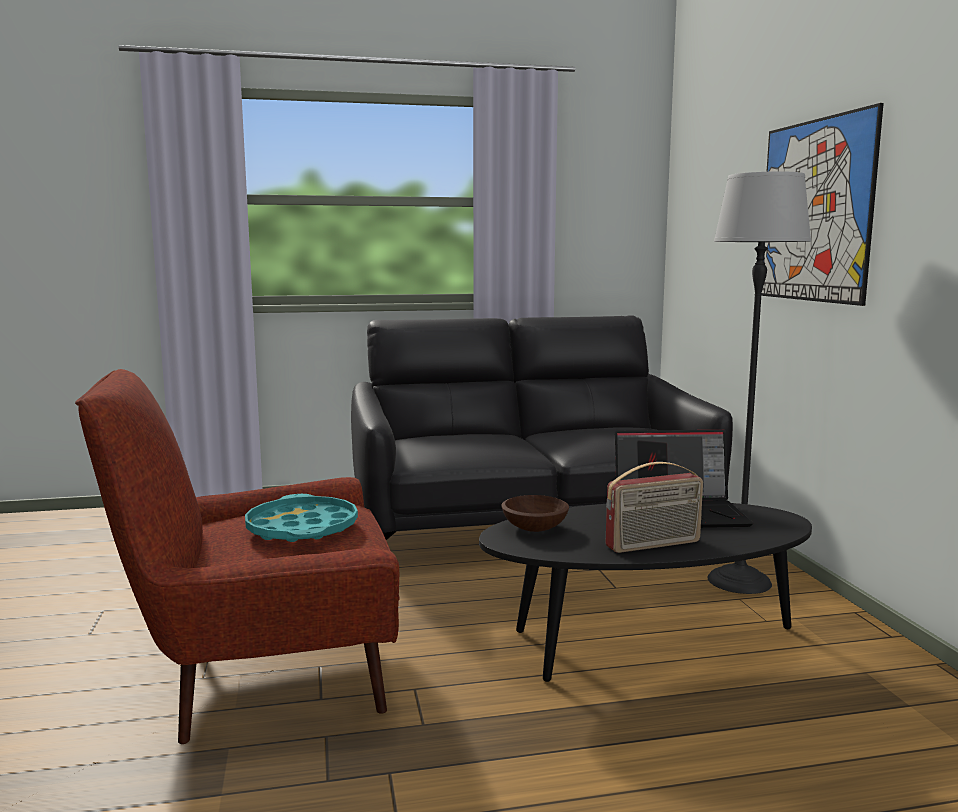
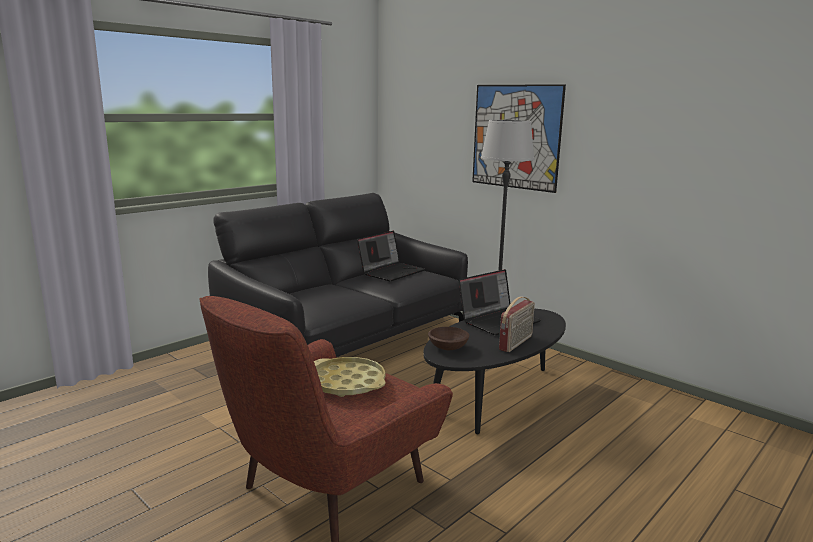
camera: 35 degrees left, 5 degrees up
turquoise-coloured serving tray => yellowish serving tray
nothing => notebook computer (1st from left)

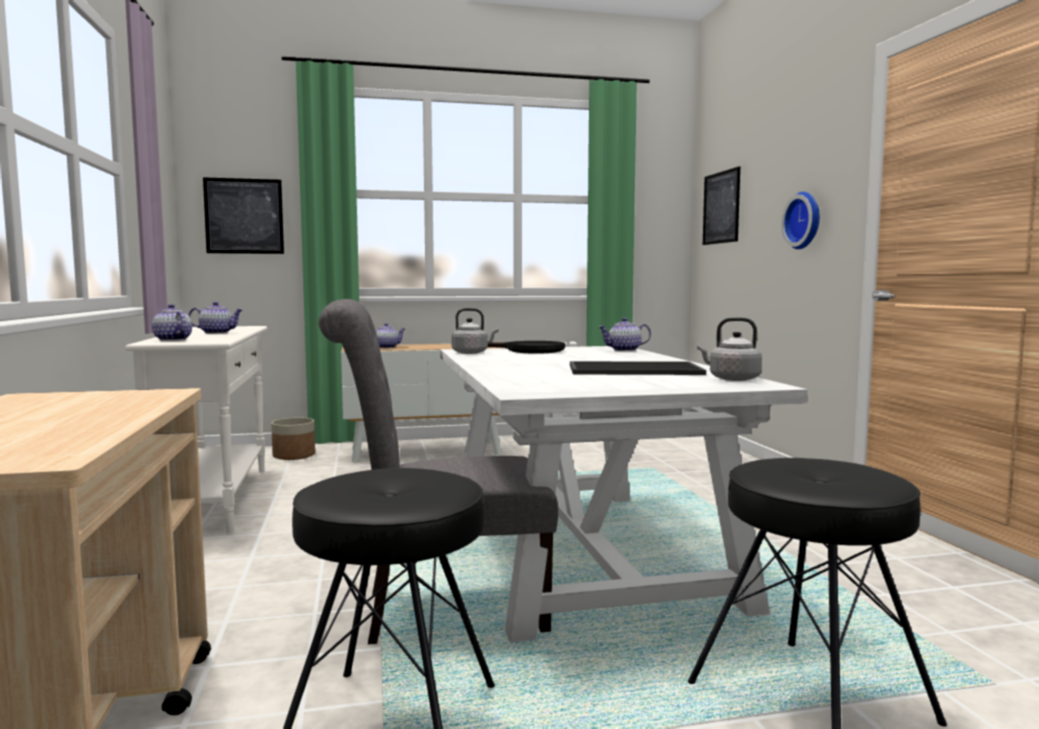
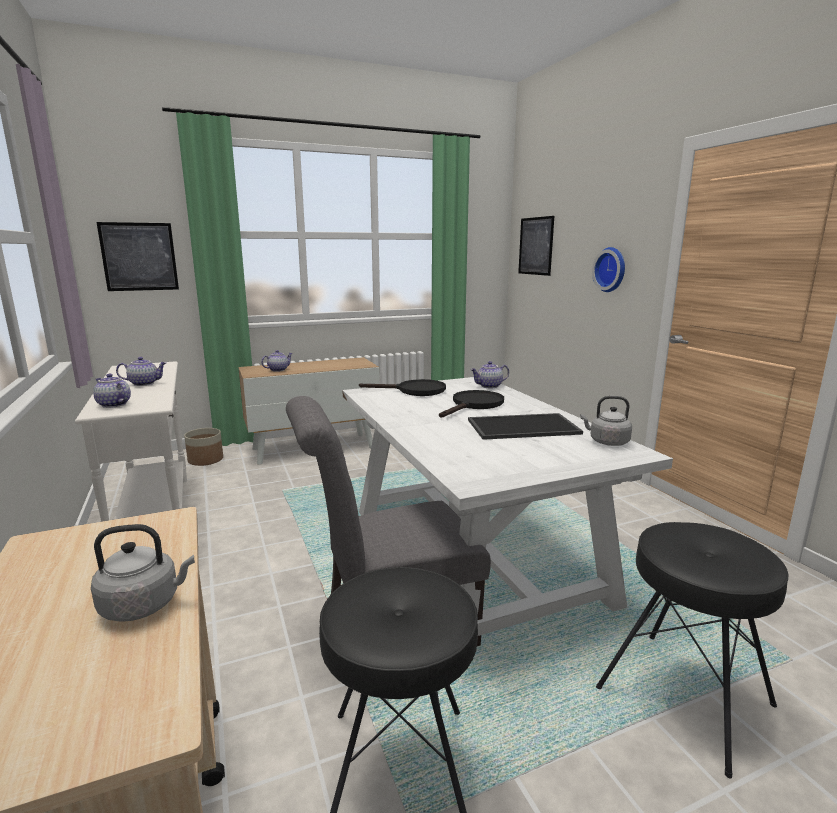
camera: 10 degrees left, 10 degrees up
greyish tea kettle (1st from left), move
nothing => blackish skillet (2nd from left)

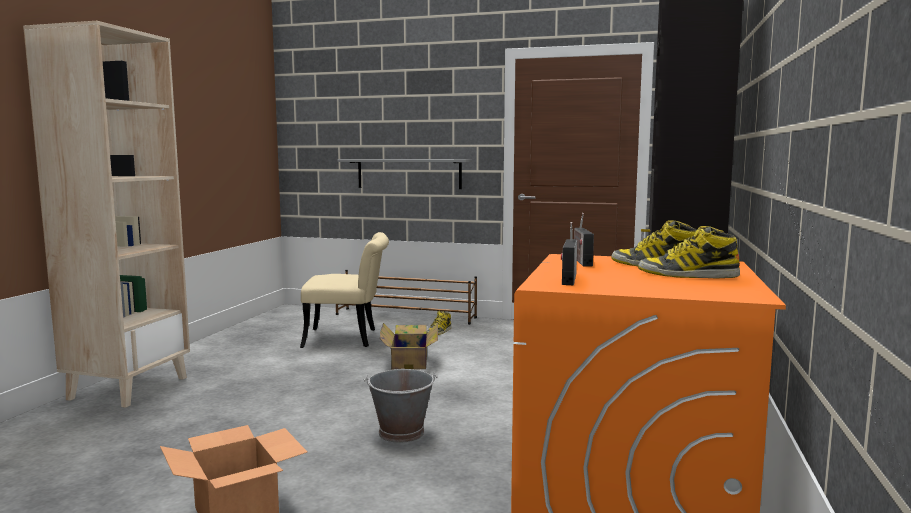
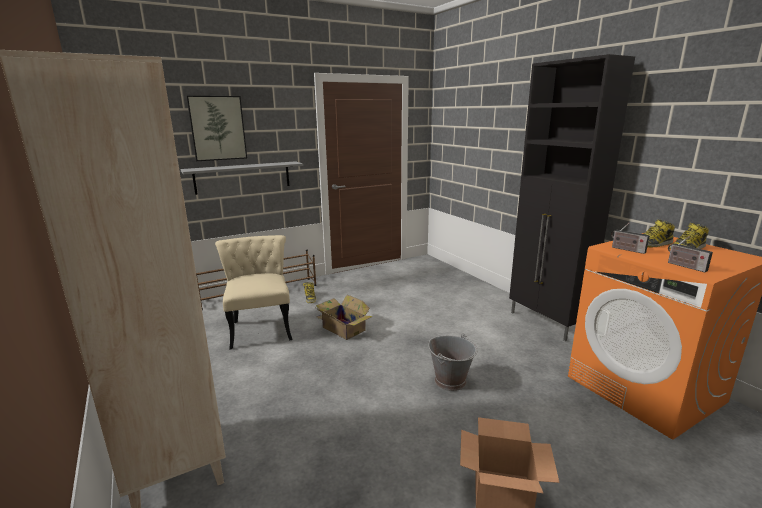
camera: 45 degrees left, 10 degrees up
beige-coloured upright chair, 60 degrees counterclockwise
nothing => picture

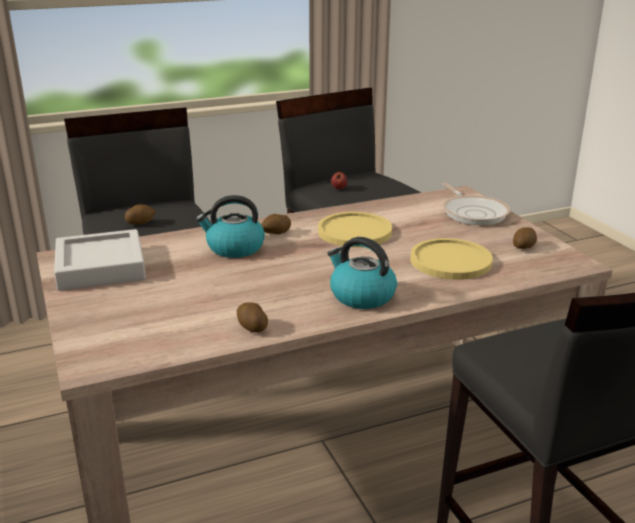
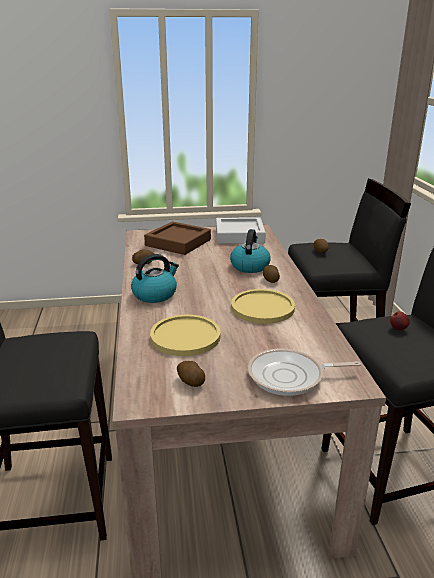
camera: 105 degrees right, 0 degrees up
nothing => brownish serving tray

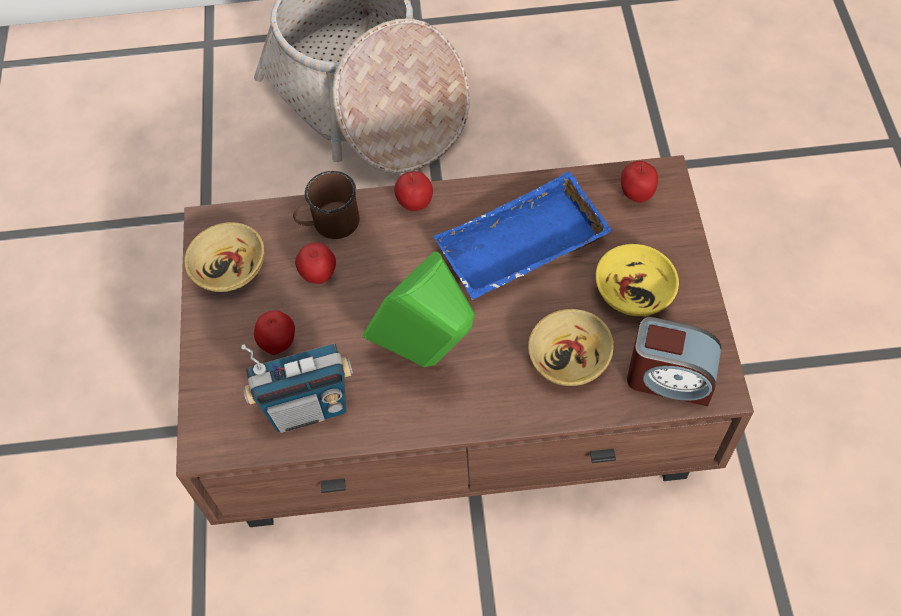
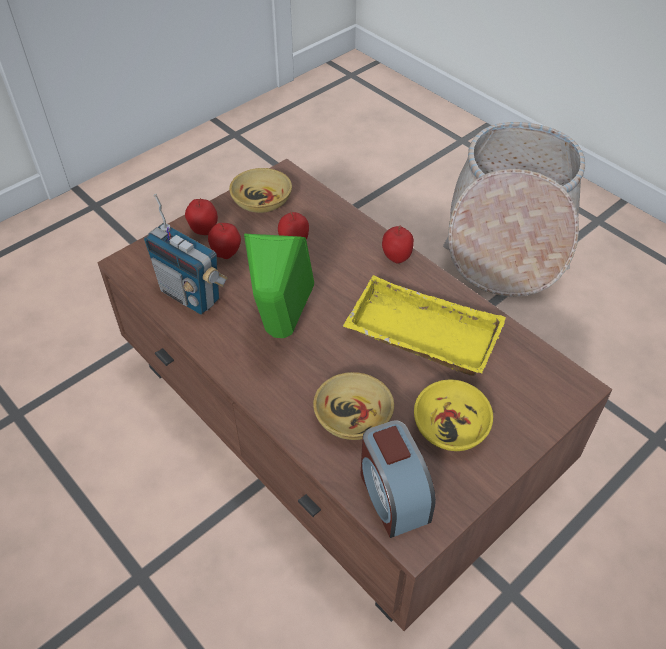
camera: 50 degrees right, 10 degrees down
brownish tea mug => nothing
blue-coloured serving tray => yellowish serving tray
apple (4th from left in the first image) => apple (1st from left), move

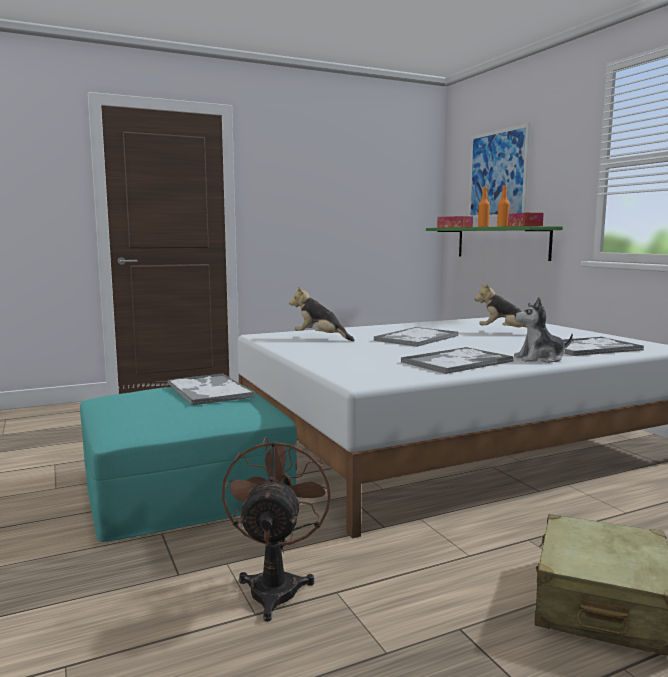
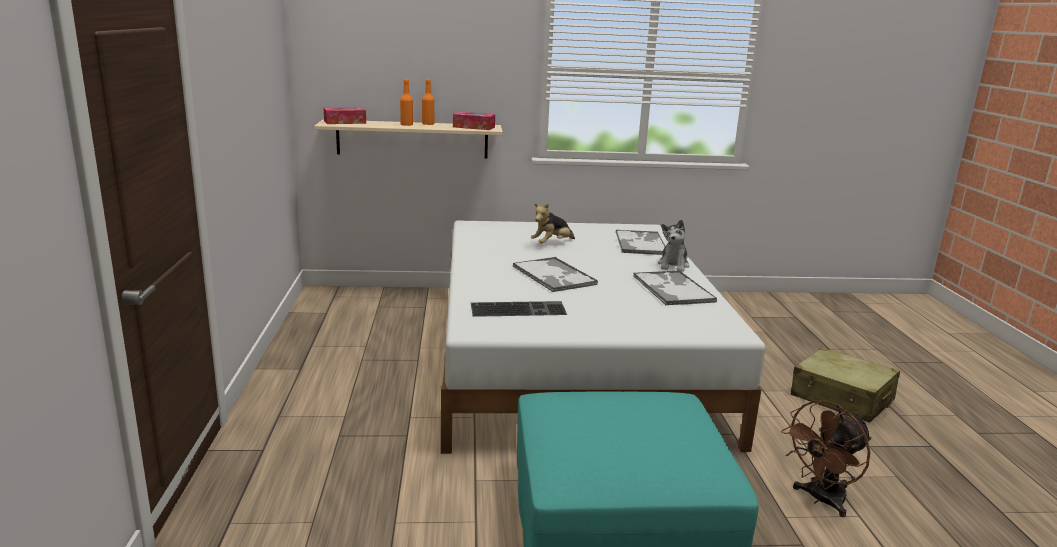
camera: 70 degrees left, 10 degrees up
serving tray (1st from left) => nothing
brownish fan, 60 degrees counterclockwise
soft toy (1st from left) => computer keyboard
green shelf => beige-coloured shelf
picture => nothing

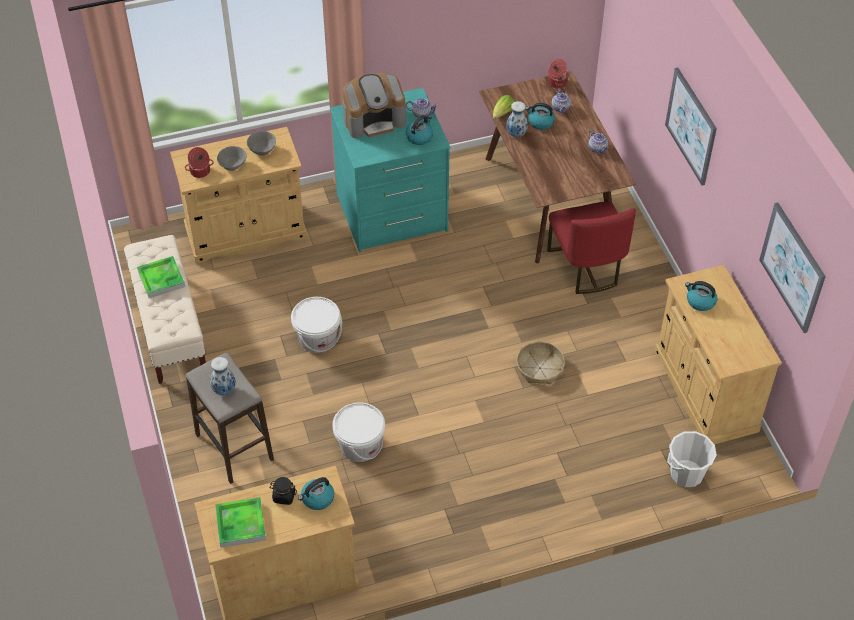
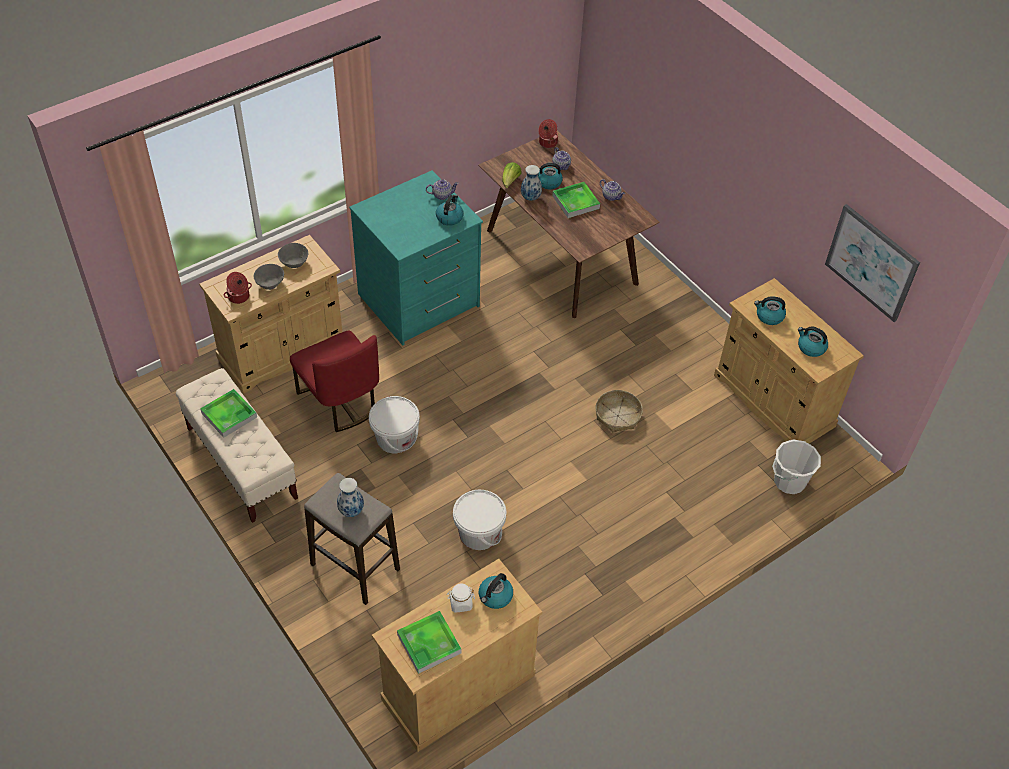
camera: 20 degrees left, 0 degrees up
blackish storage jar => white-coloured storage jar
coffee brewer => nothing
red-coloured upright chair, move
picture (1st from left) => nothing
nothing => serving tray (3rd from left)
nothing => tea kettle (5th from left)

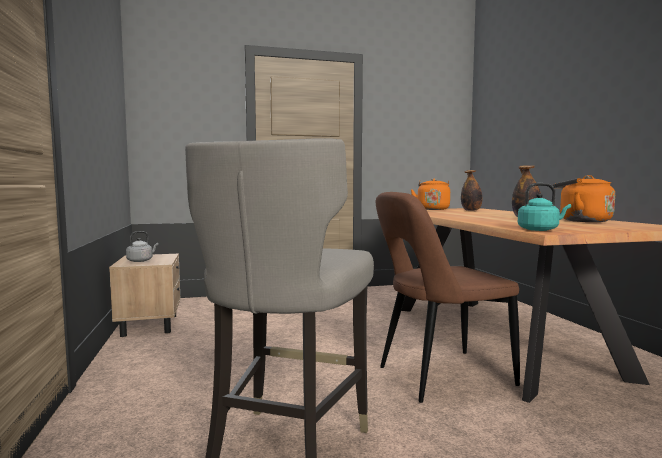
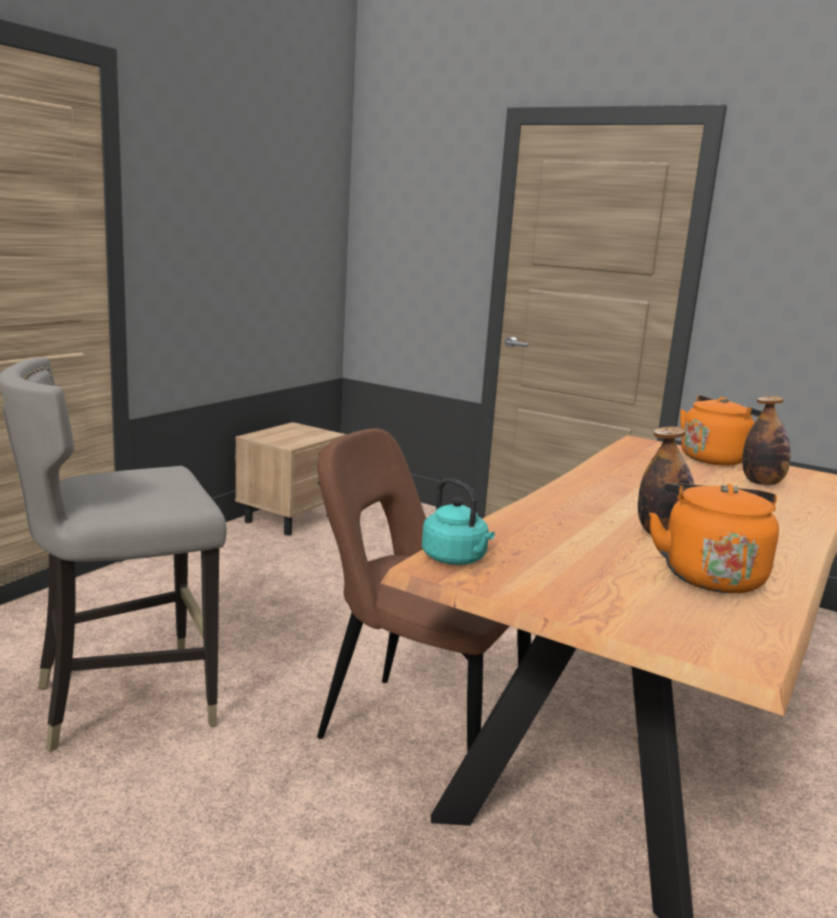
camera: 45 degrees right, 10 degrees up
greyish tea kettle => nothing

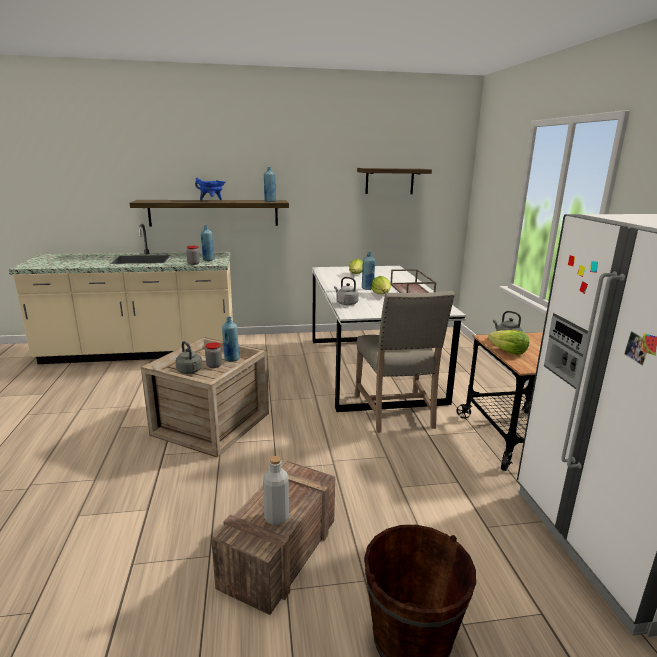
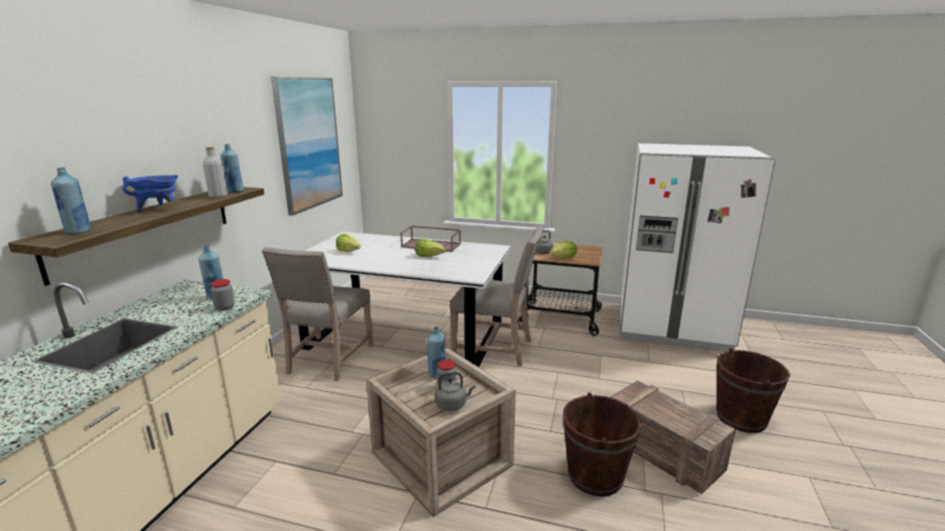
camera: 65 degrees left, 0 degrees up
greyish beverage bottle, move
greyish tea kettle (2nd from left) => nothing
shelf (2nd from left) => picture
blue-coloured beverage bottle (4th from left in the first image) => blue-coloured beverage bottle (1st from left), move
nothing => beige-coloured upright chair (1st from left)
nothing => brownish water bucket (1st from left)

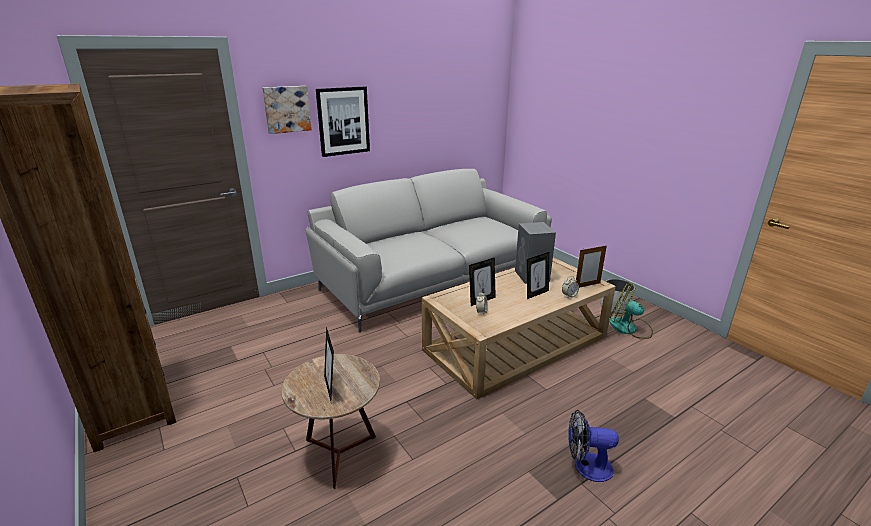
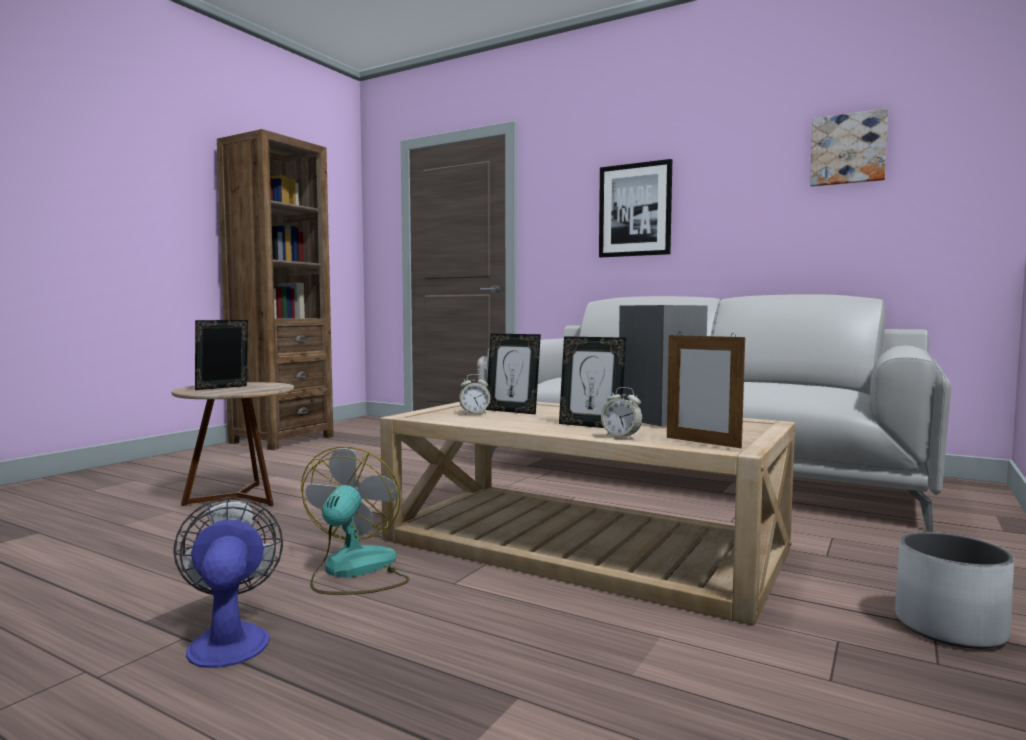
camera: 65 degrees right, 20 degrees down
picture (1st from left in the first image) => picture (2nd from left), move
fan (2nd from left), move

